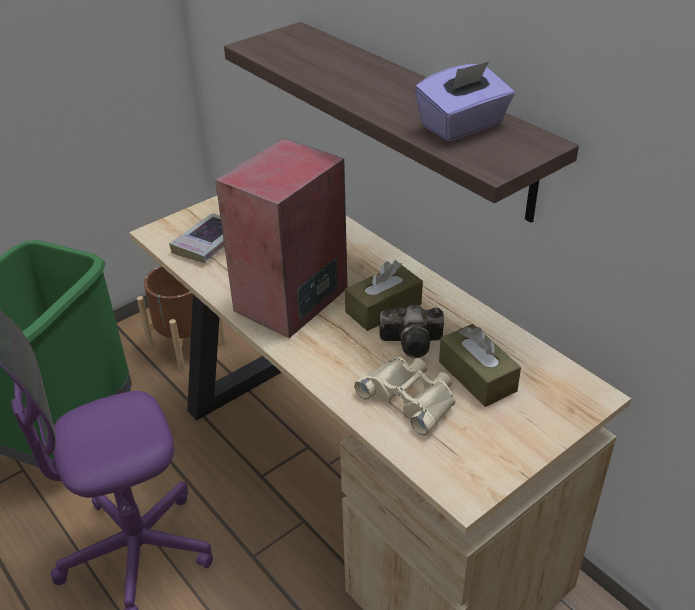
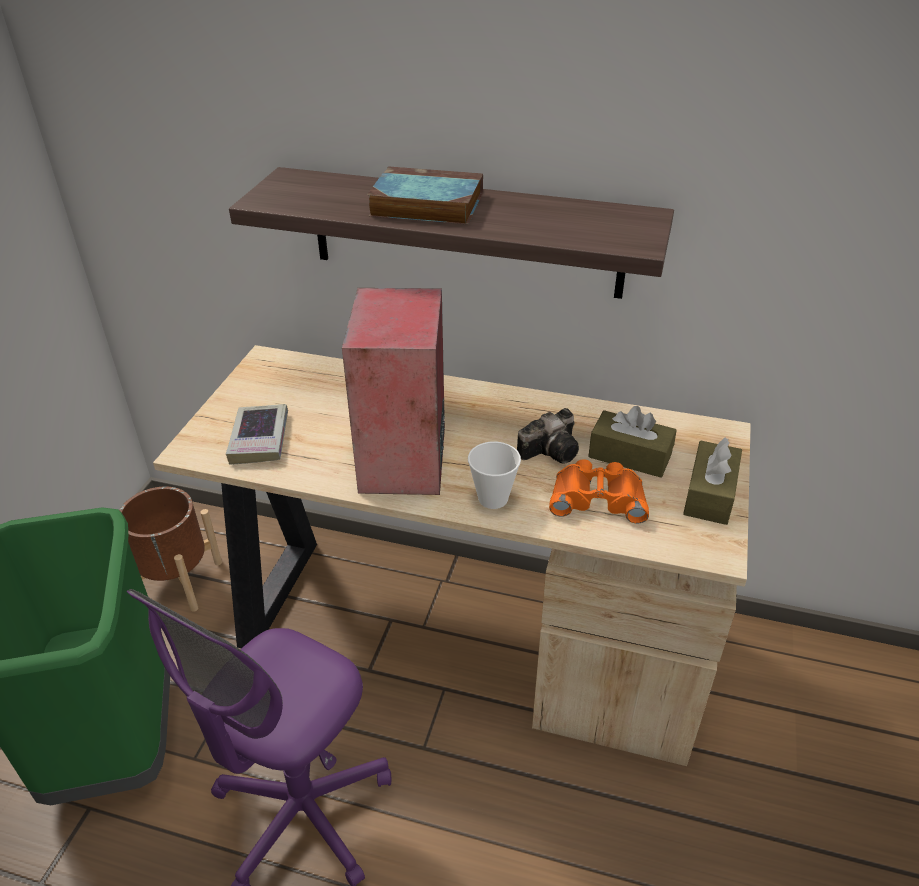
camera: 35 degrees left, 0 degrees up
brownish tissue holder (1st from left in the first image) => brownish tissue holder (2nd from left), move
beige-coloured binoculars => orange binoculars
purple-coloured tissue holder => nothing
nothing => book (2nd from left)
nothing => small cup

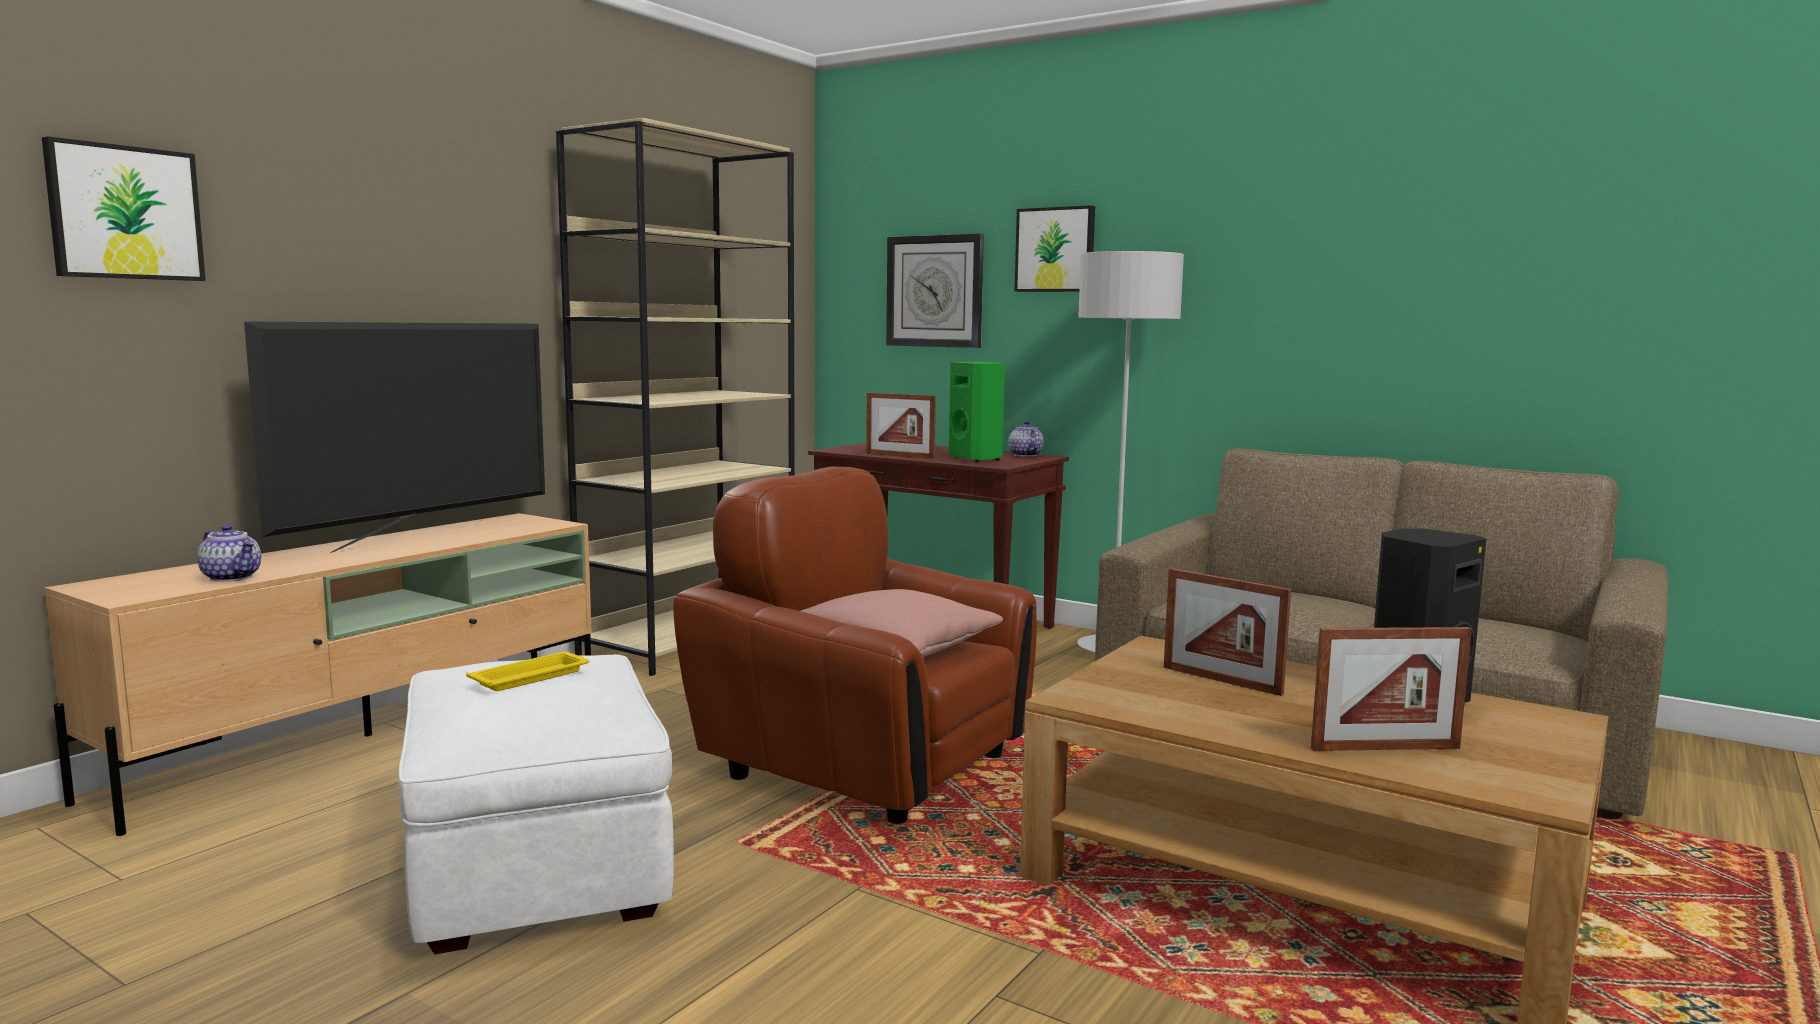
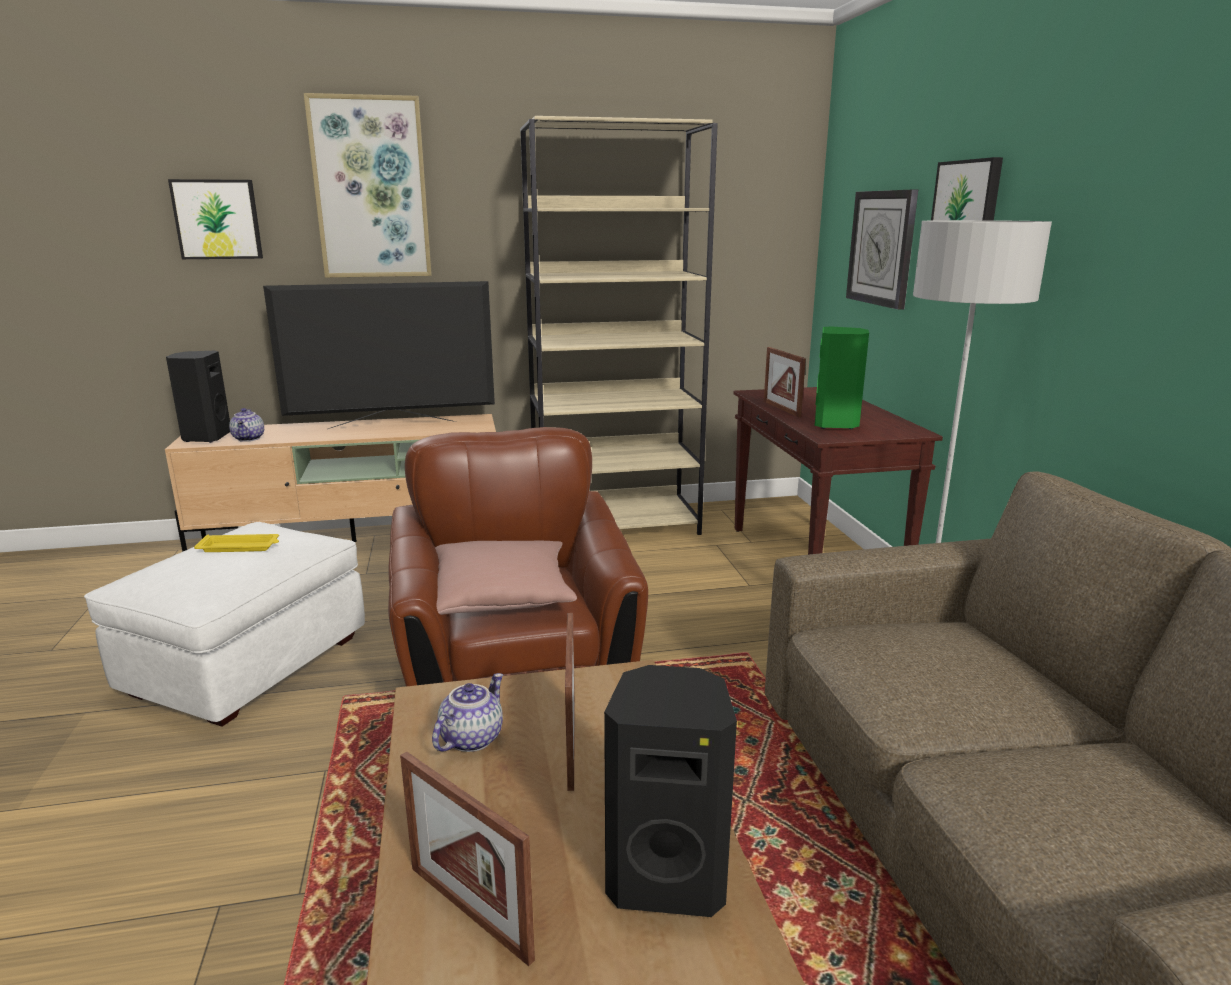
camera: 45 degrees right, 10 degrees up
pot for tea (2nd from left), move
nothing => blackish speaker (1st from left)
nothing => picture (2nd from left)

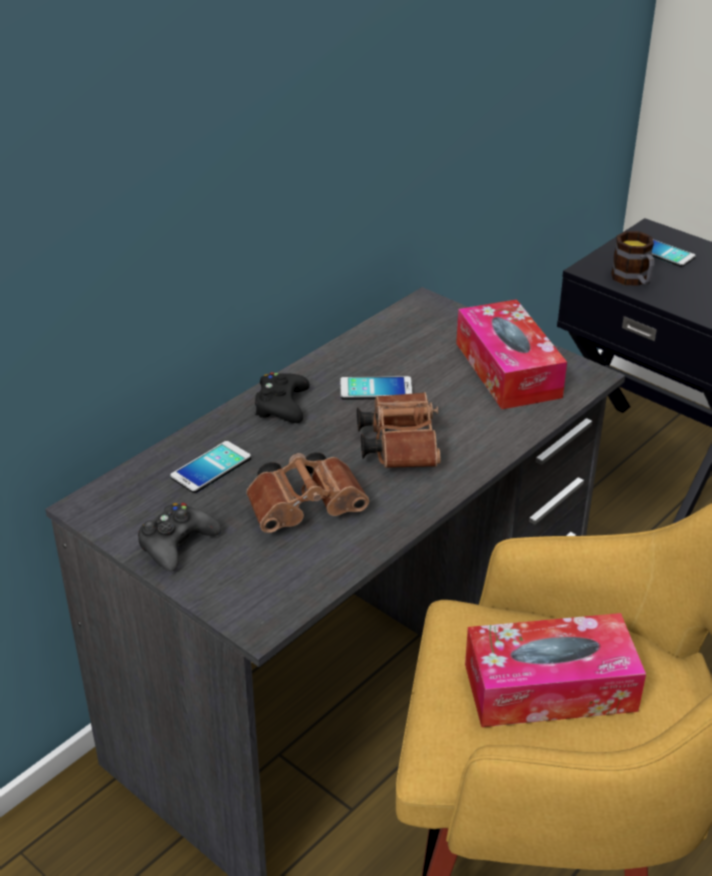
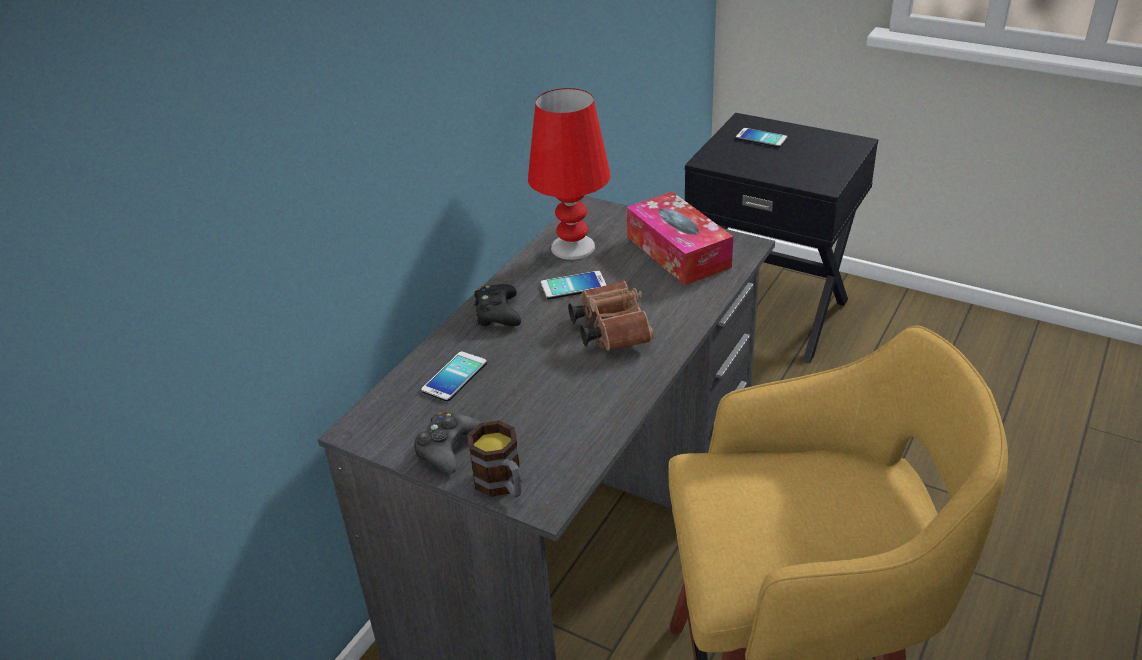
camera: 10 degrees left, 0 degrees up
brownish binoculars (1st from left) => nothing
tissue holder (2nd from left) => nothing
tea mug, move
nothing => red-coloured table lamp

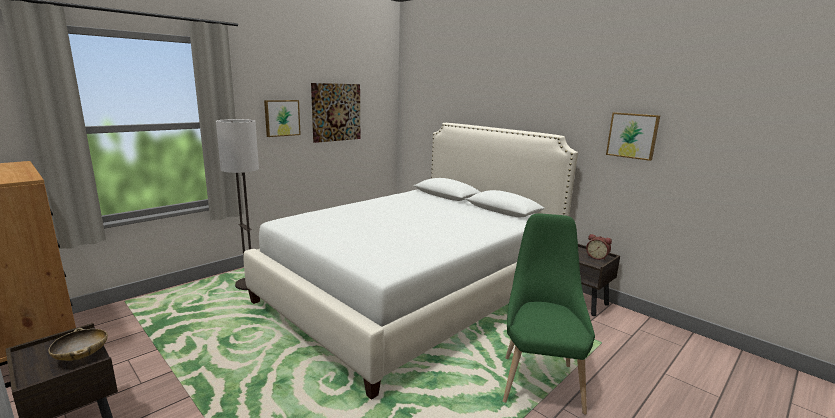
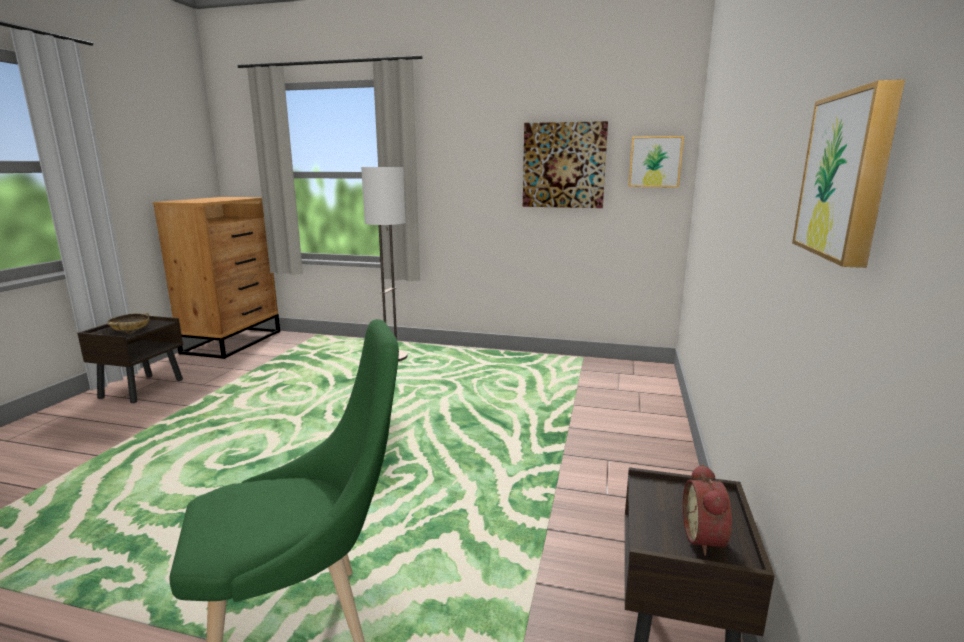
camera: 60 degrees right, 0 degrees up
white-coloured bedroom bed => nothing
picture (1st from left in the first image) => picture (2nd from left), move

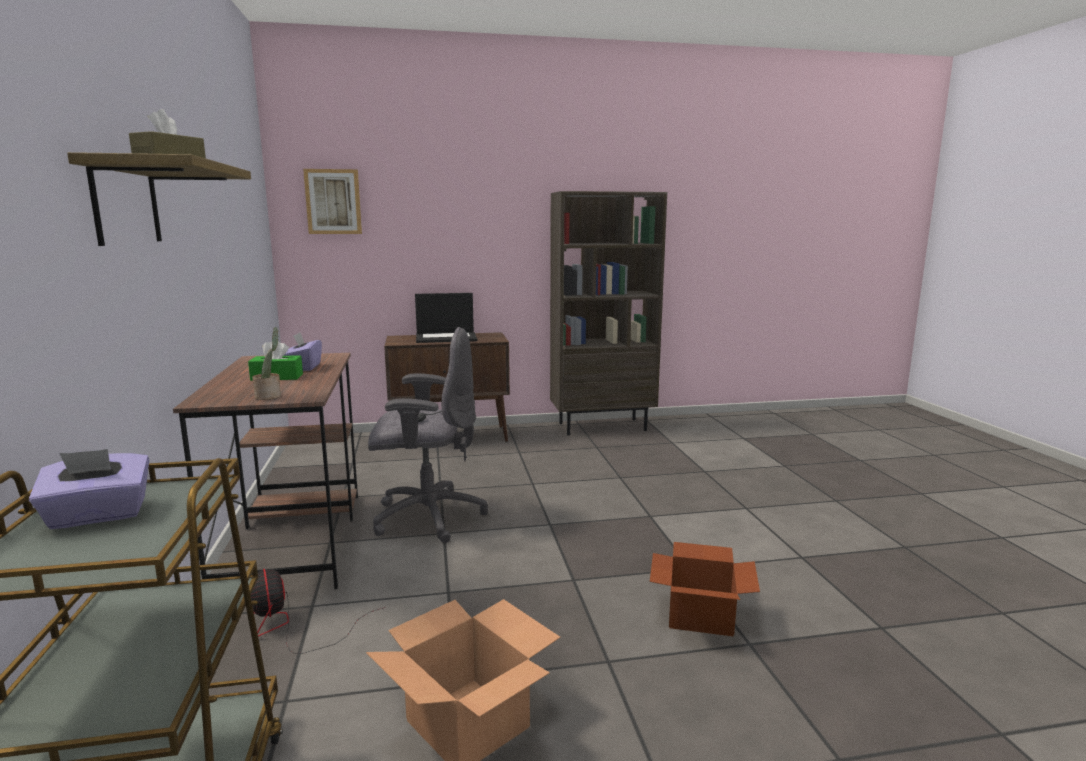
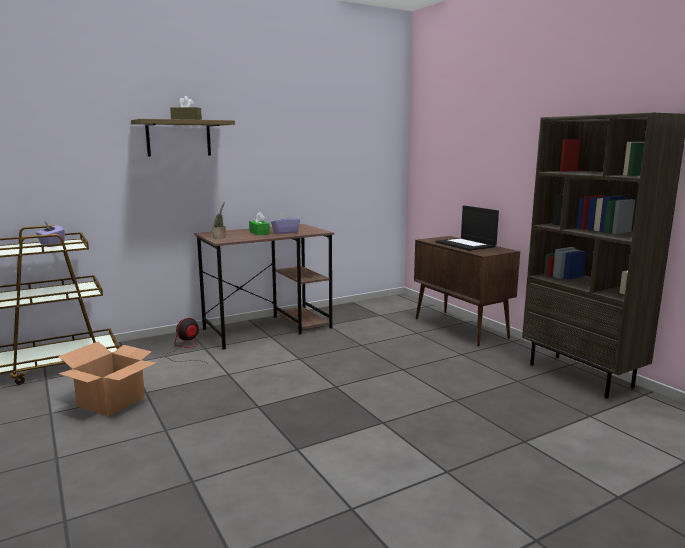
camera: 70 degrees right, 0 degrees up
picture => nothing
greyish desk chair => nothing
packing box (2nd from left) => nothing

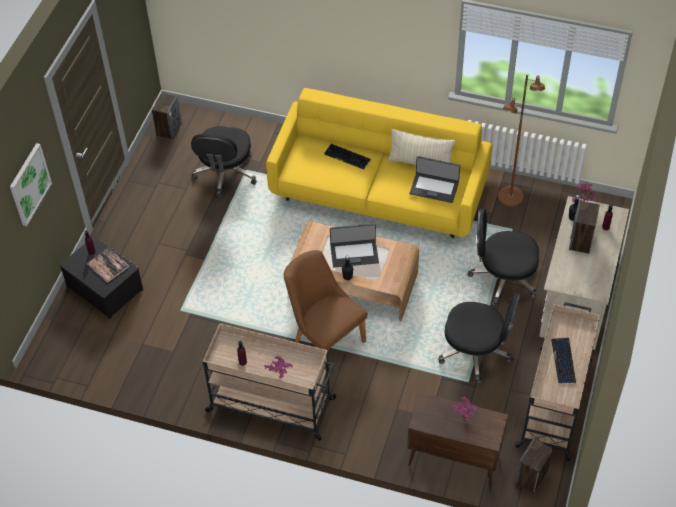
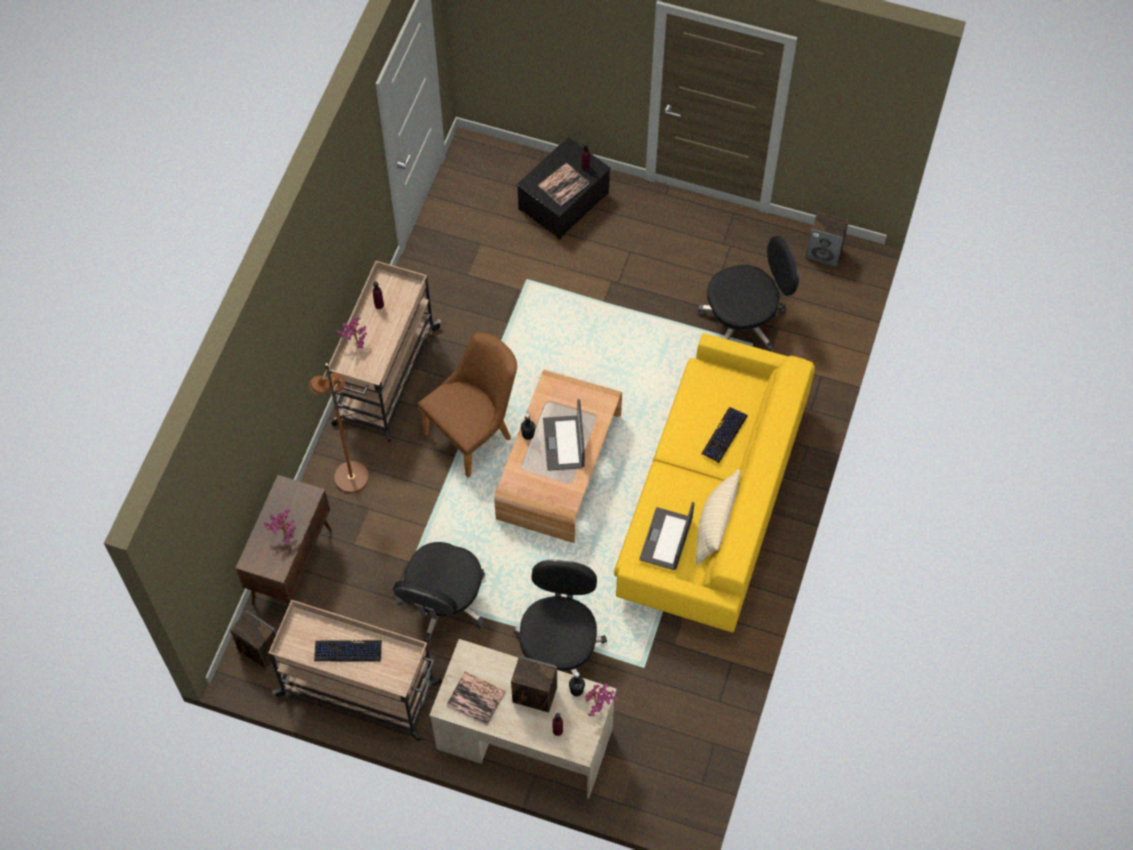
camera: 90 degrees right, 10 degrees up
picture => nothing
blackish desk chair (1st from left in the first image) => blackish desk chair (3rd from left), 150 degrees clockwise
brownish standing lamp, move
nothing => book (1st from left)

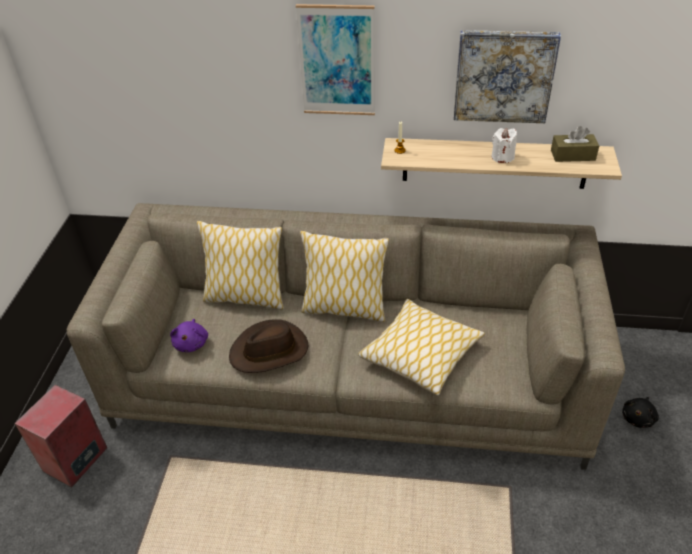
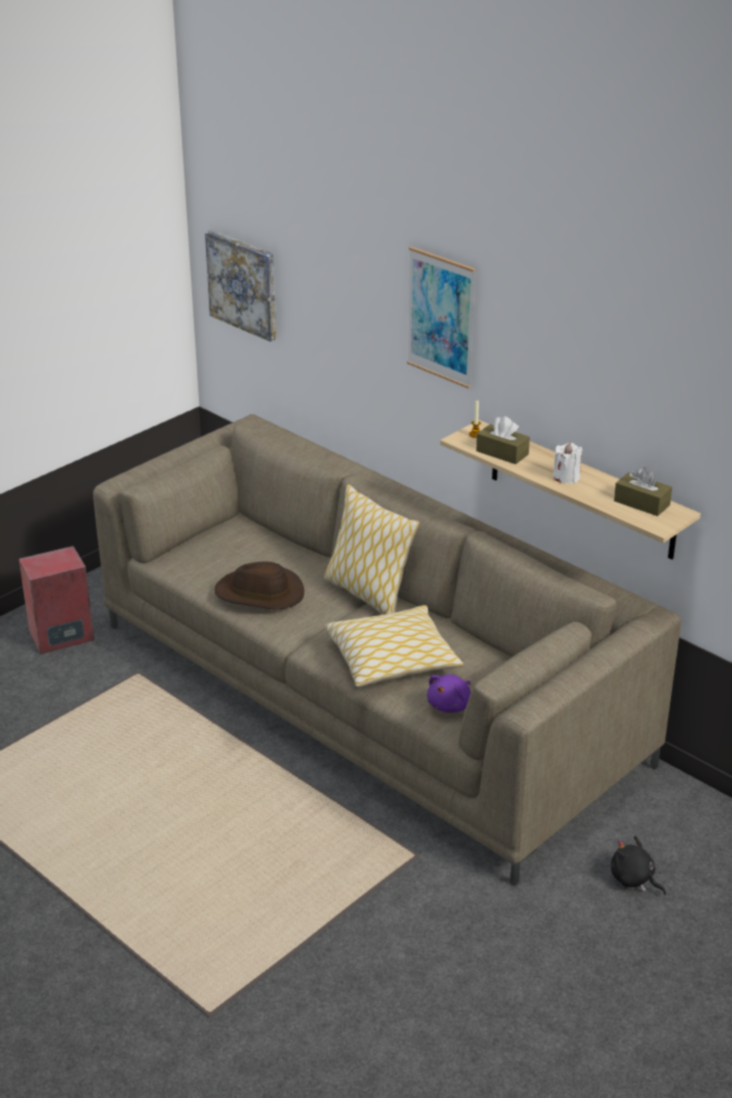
camera: 35 degrees right, 10 degrees down
purple-coloured soft toy, move
throw pillow (1st from left) => nothing
picture (2nd from left in the first image) => picture (1st from left), move
blackish soft toy, 60 degrees clockwise
nothing => brownish tissue holder (1st from left)

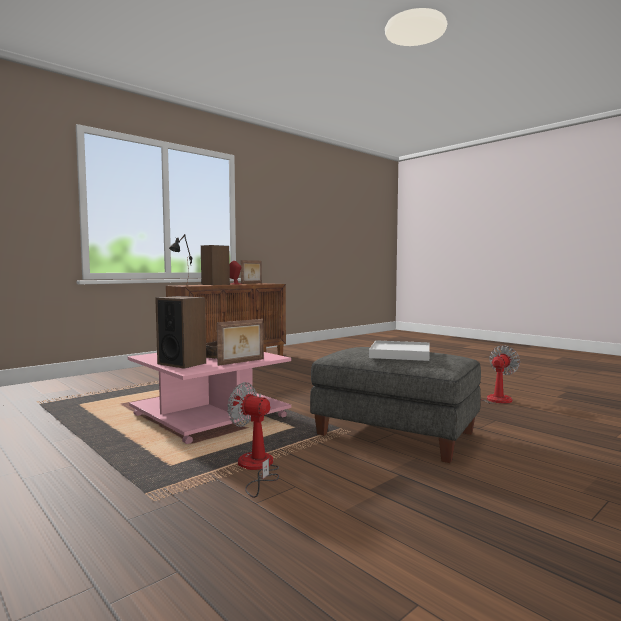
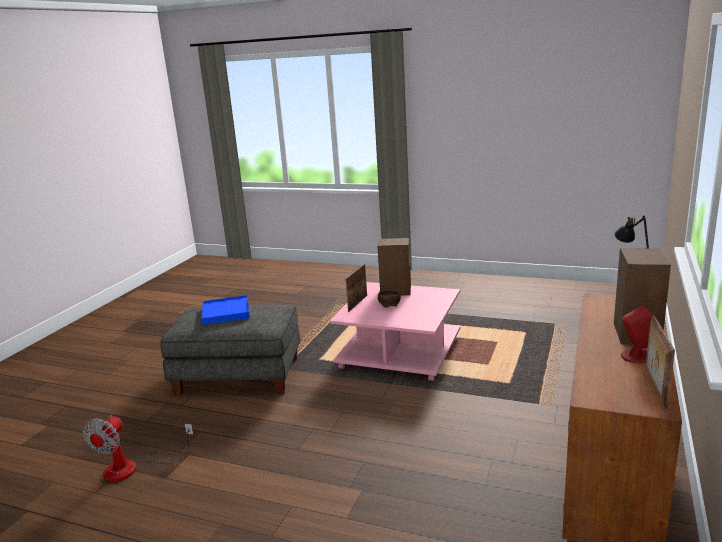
camera: 155 degrees right, 15 degrees up
fan (1st from left) => nothing
white-coloured serving tray => blue-coloured serving tray

